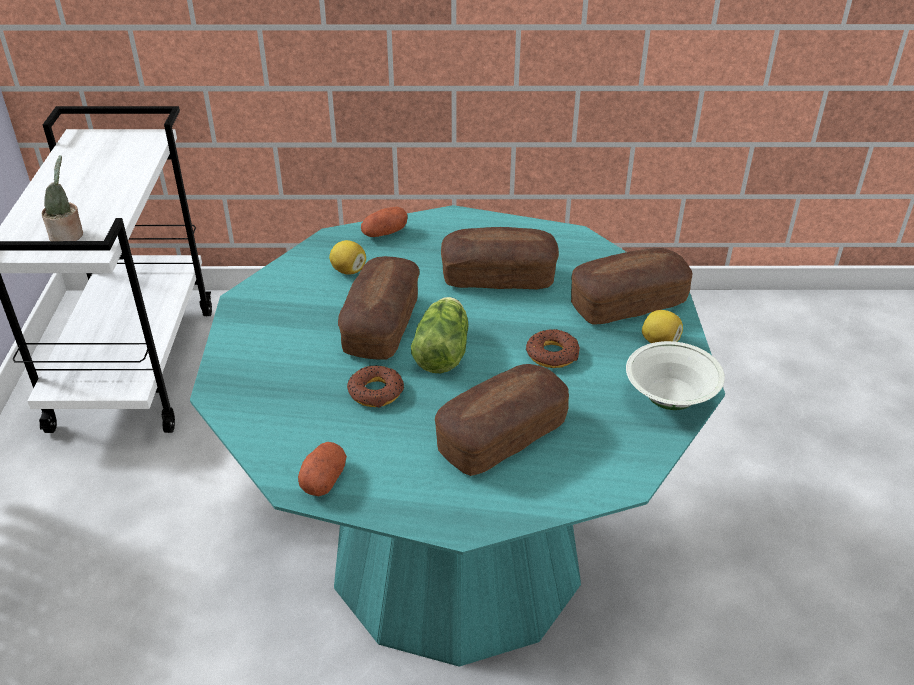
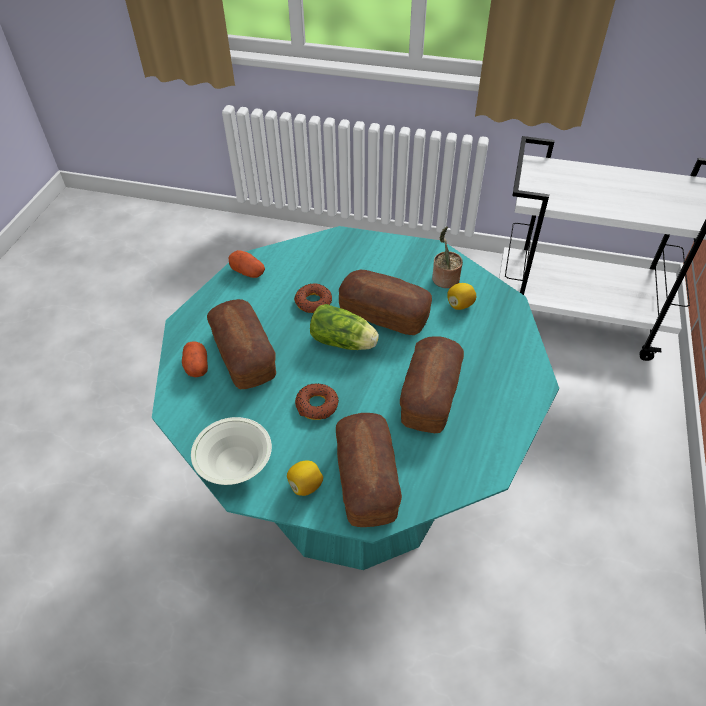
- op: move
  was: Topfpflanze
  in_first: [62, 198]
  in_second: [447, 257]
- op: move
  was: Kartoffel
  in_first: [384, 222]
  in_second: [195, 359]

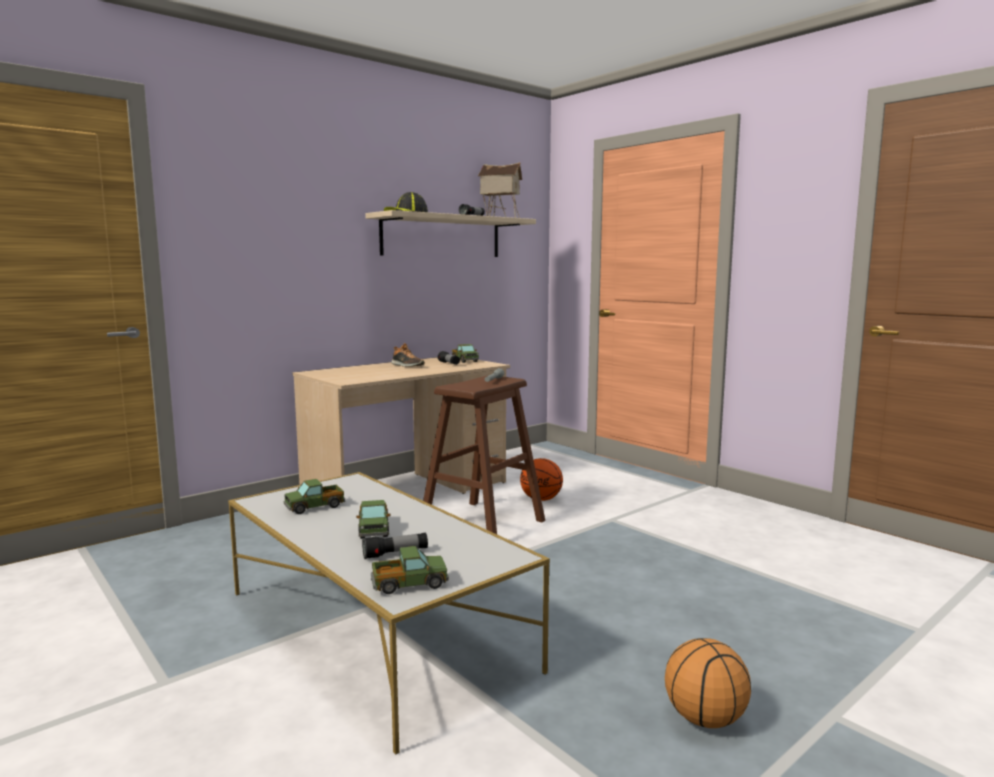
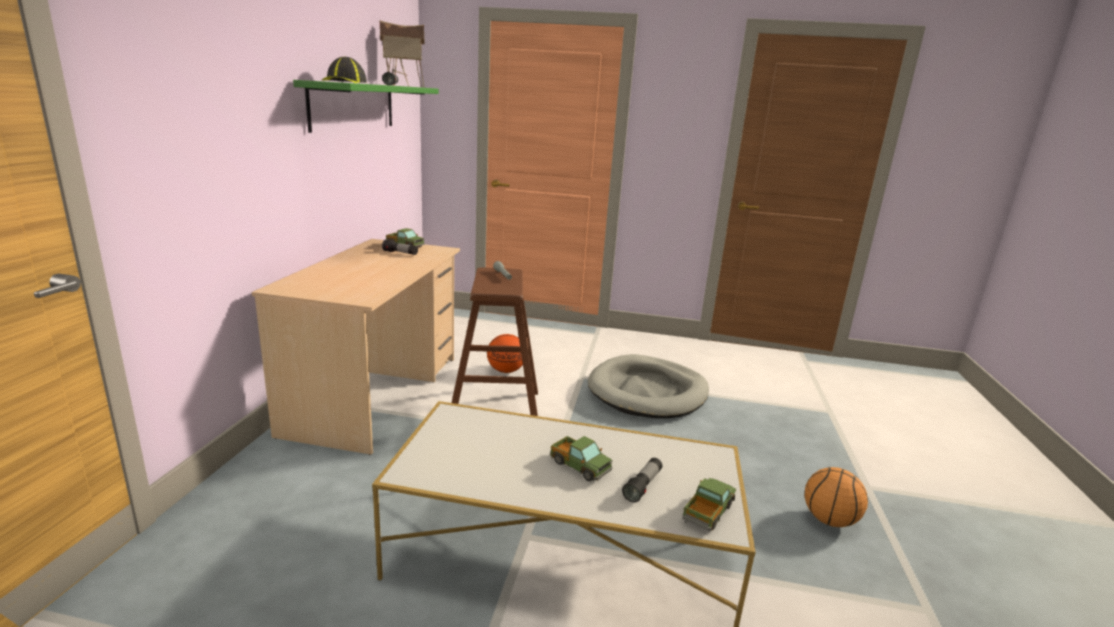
- op: delete
  was: Spielzeuglaster
  in_first: [314, 496]
- op: delete
  was: Schuh
  in_first: [408, 355]
- op: insert
  now: Hundebett (grau)
  in_second: [648, 386]
- op: recolor
  was: Wandregal (beige)
  now: Wandregal (grün)
  in_first: [450, 233]
  in_second: [366, 106]

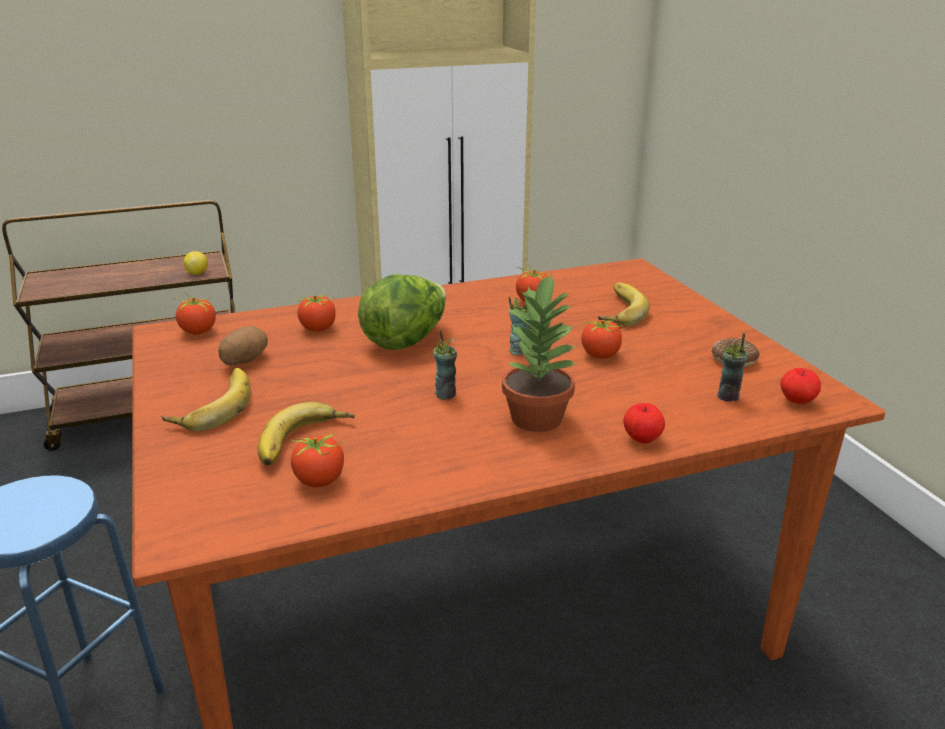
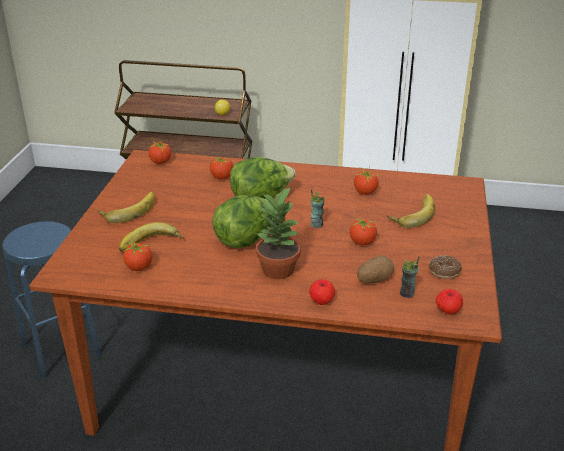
- op: move
  was: Kartoffel
  in_first: [243, 345]
  in_second: [375, 269]
- op: replace
  was: Tasse
  now: Salatkopf
  in_first: [445, 365]
  in_second: [241, 221]

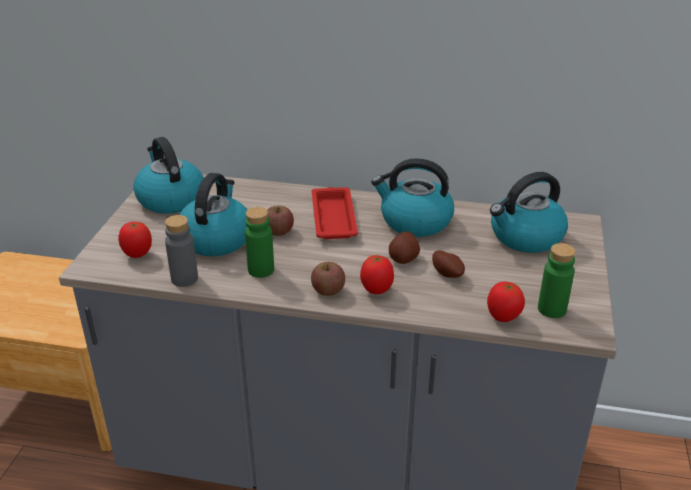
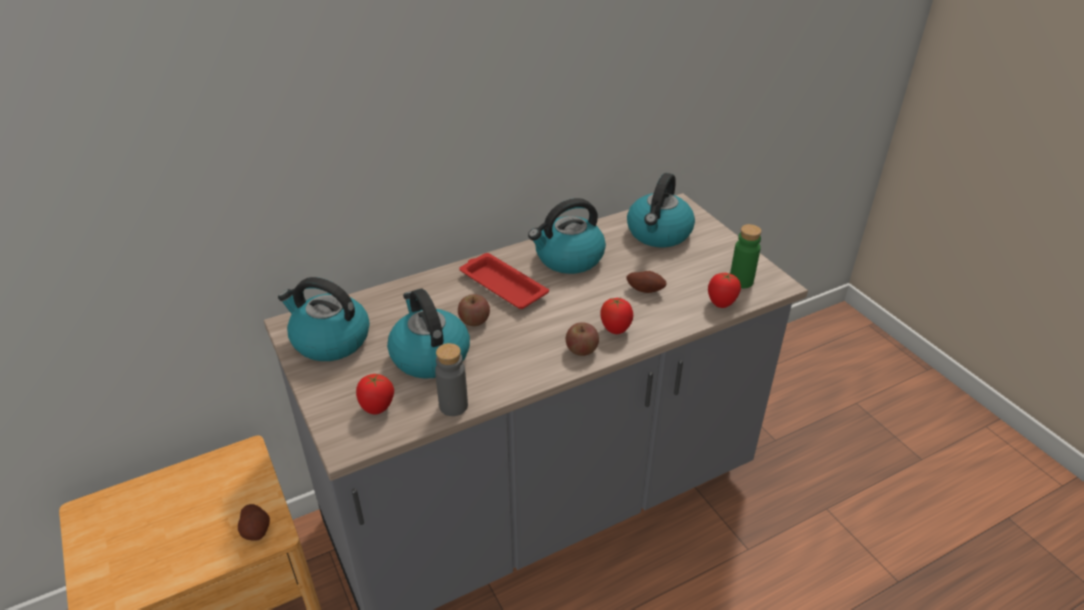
- op: delete
  was: Flasche (grün)
  in_first: [259, 242]
- op: move
  was: Kartoffel
  in_first: [404, 247]
  in_second: [254, 522]

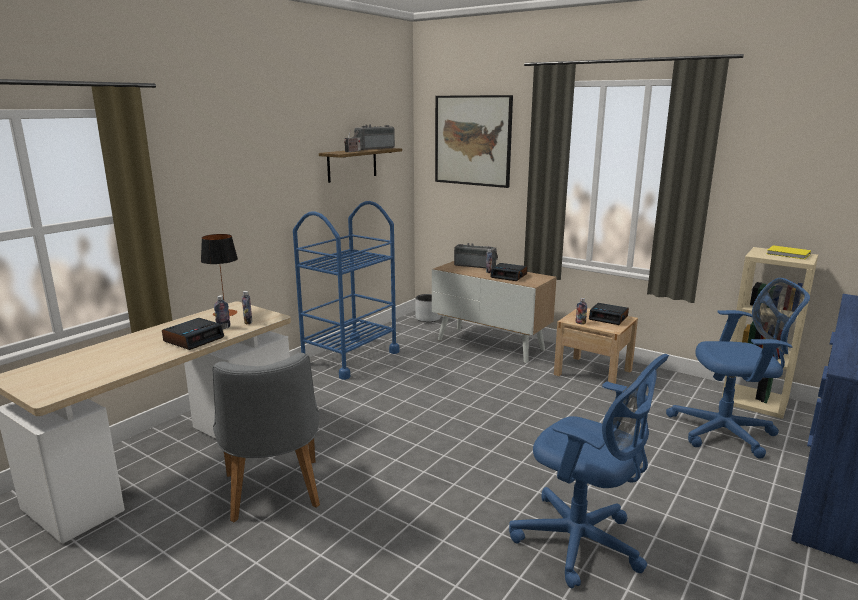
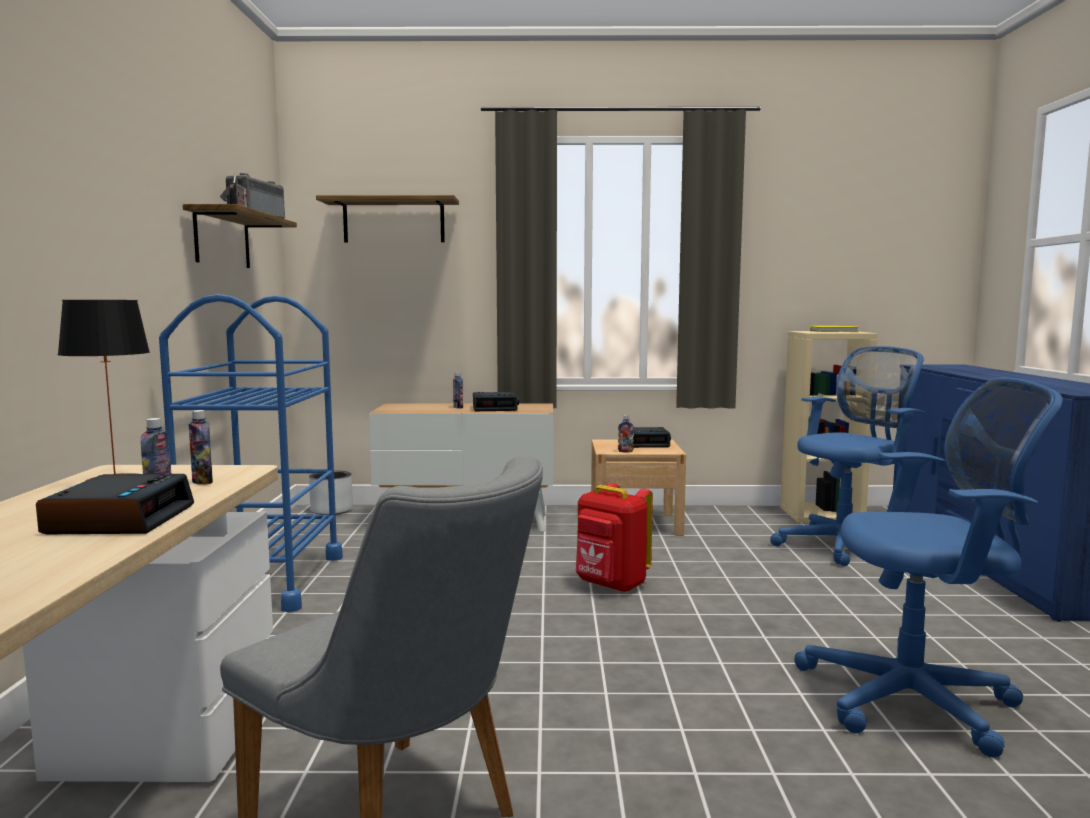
- op: delete
  was: Radio
  in_first: [476, 255]
- op: insert
  now: Rucksack (rot)
  in_second: [614, 537]
- op: replace
  was: Bild
  now: Wandregal
  in_first: [474, 141]
  in_second: [387, 218]

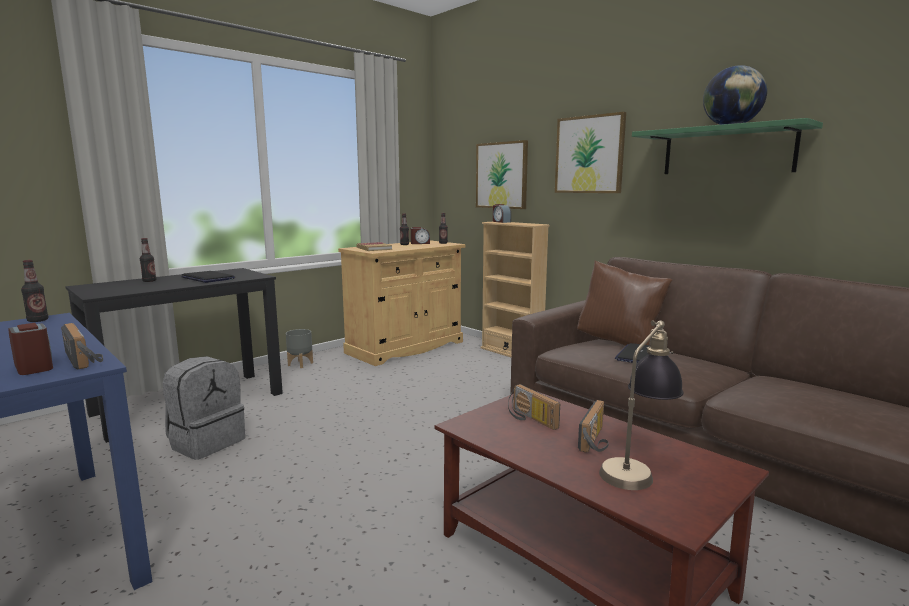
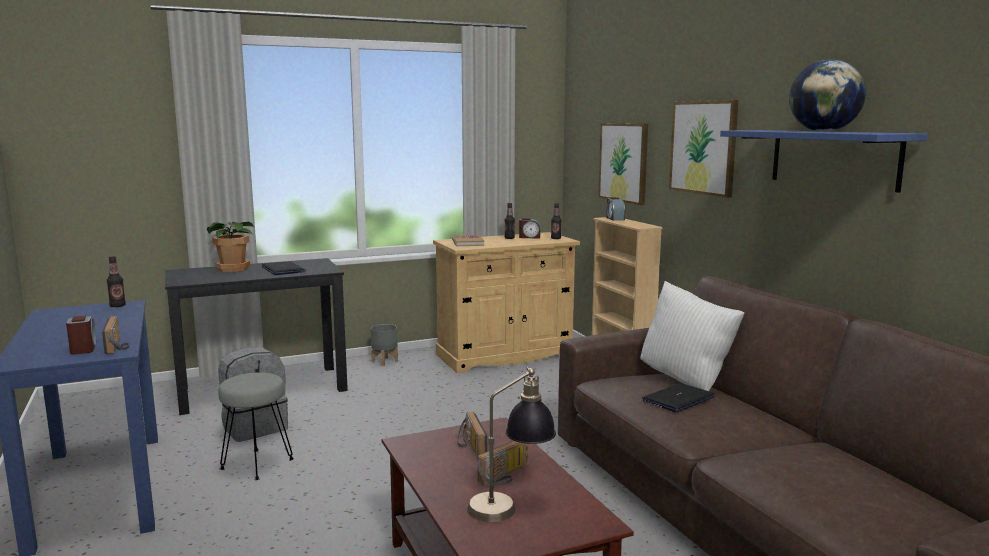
- op: insert
  now: Hocker (grau)
  in_second: [256, 426]
- op: replace
  was: Flasche
  now: Topfpflanze
  in_first: [148, 260]
  in_second: [230, 247]
- op: recolor
  was: Kissen (braun)
  now: Kissen (weiß)
  in_first: [624, 303]
  in_second: [692, 336]
- op: recolor
  was: Wandregal (grün)
  now: Wandregal (blau)
  in_first: [727, 146]
  in_second: [824, 161]

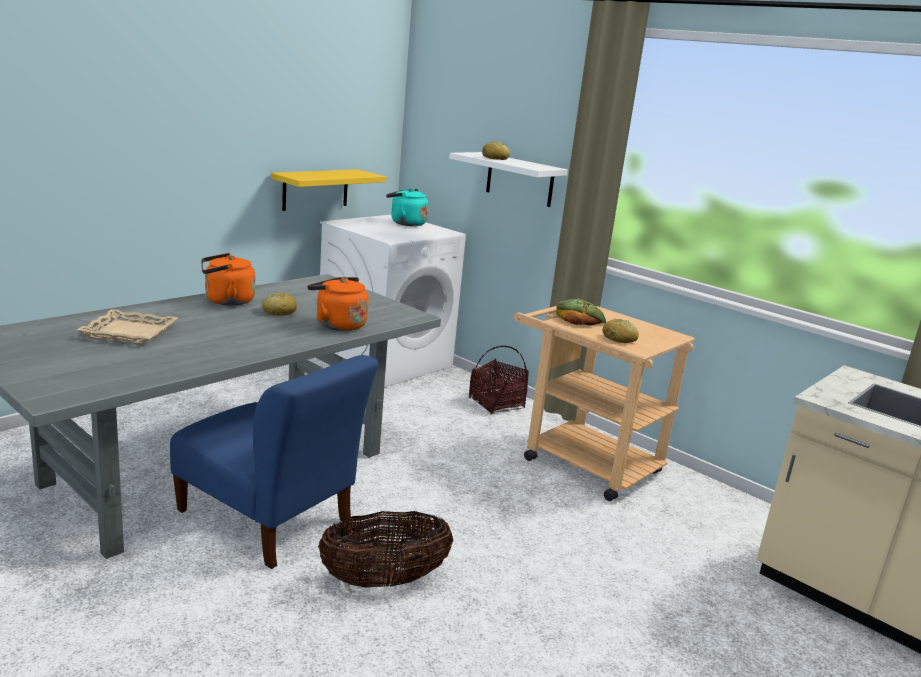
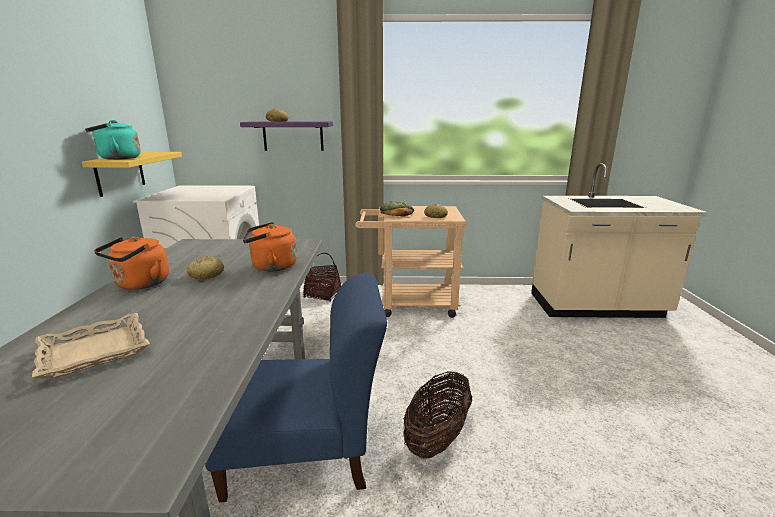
- op: move
  was: Wasserkessel (türkis)
  in_first: [407, 207]
  in_second: [113, 140]
- op: recolor
  was: Wandregal (weiß)
  now: Wandregal (lila)
  in_first: [508, 179]
  in_second: [286, 136]

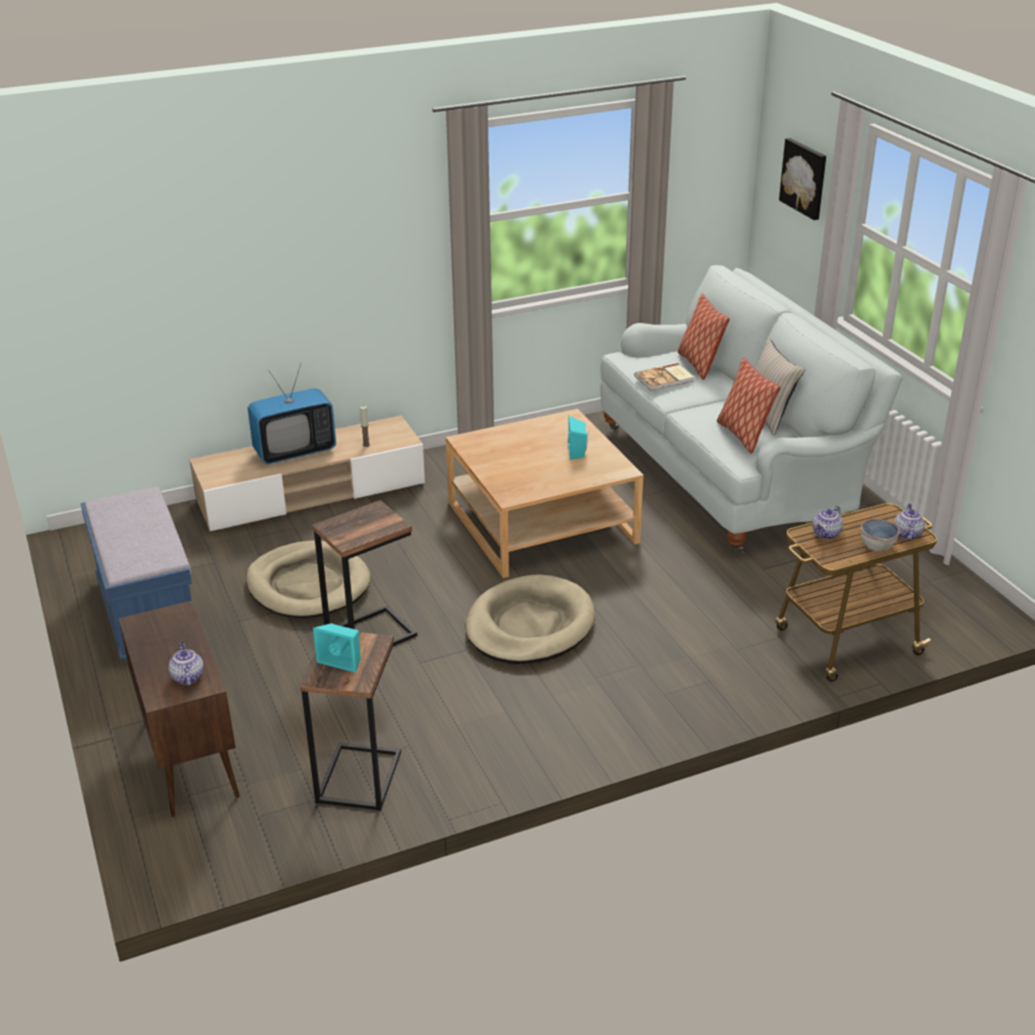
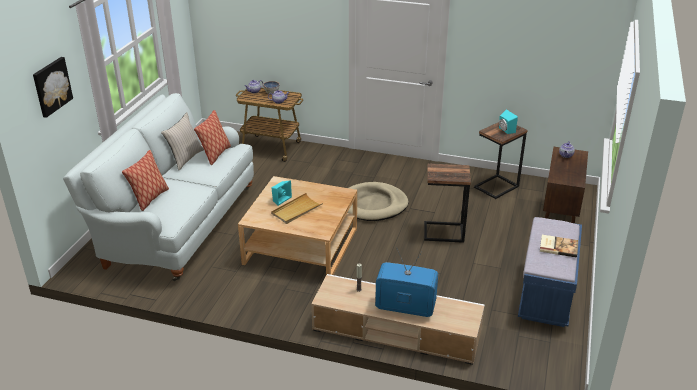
- op: delete
  was: Hundebett (beige)
  in_first: [308, 579]
- op: insert
  now: Tablett (beige)
  in_second: [297, 208]
- op: move
  was: Buch
  in_first: [664, 377]
  in_second: [559, 246]

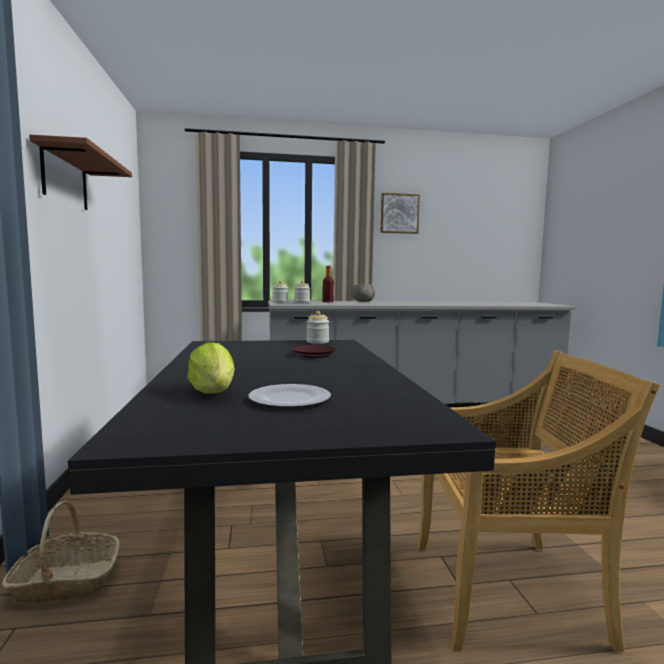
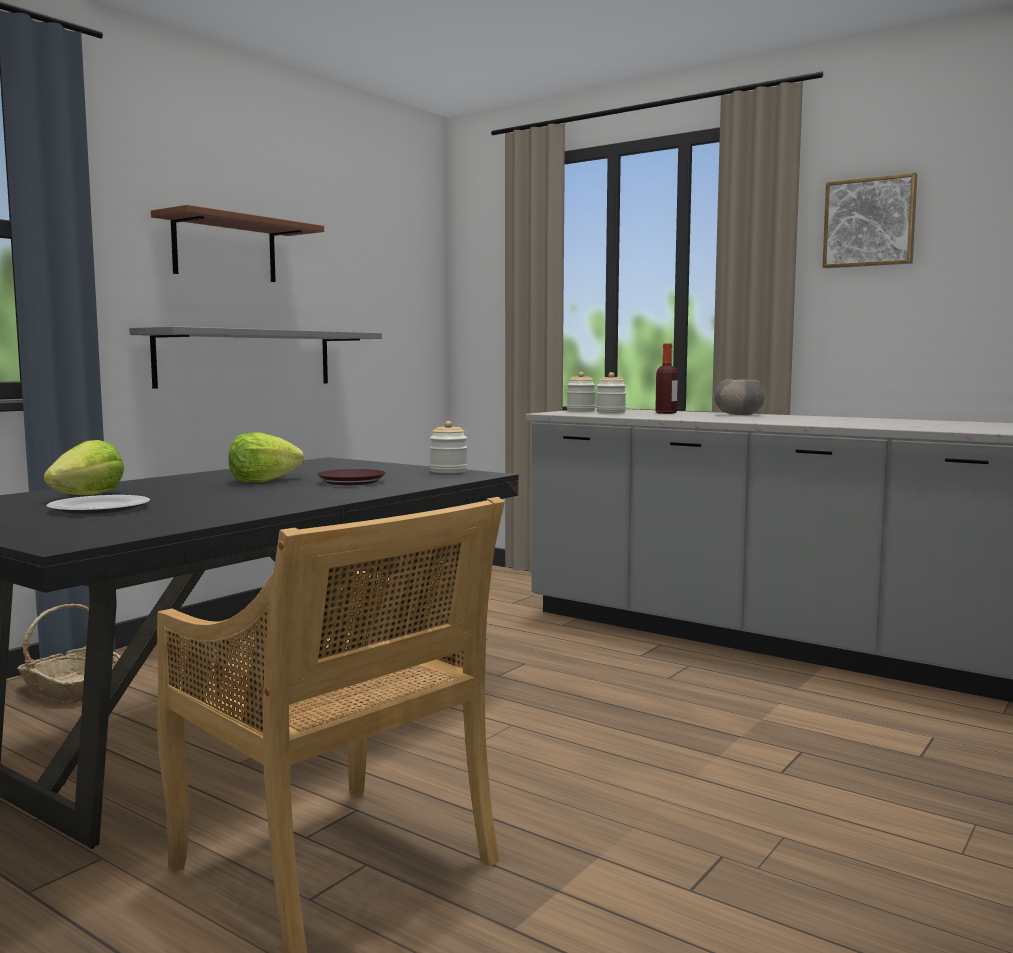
- op: insert
  now: Wandregal (grau)
  in_second: [255, 357]
- op: insert
  now: Salatkopf
  in_second: [266, 457]

